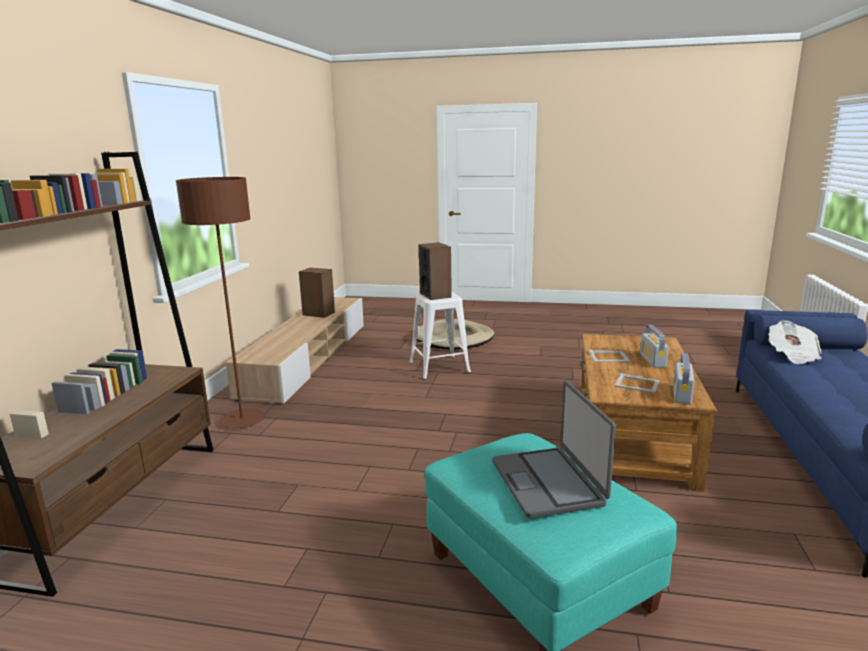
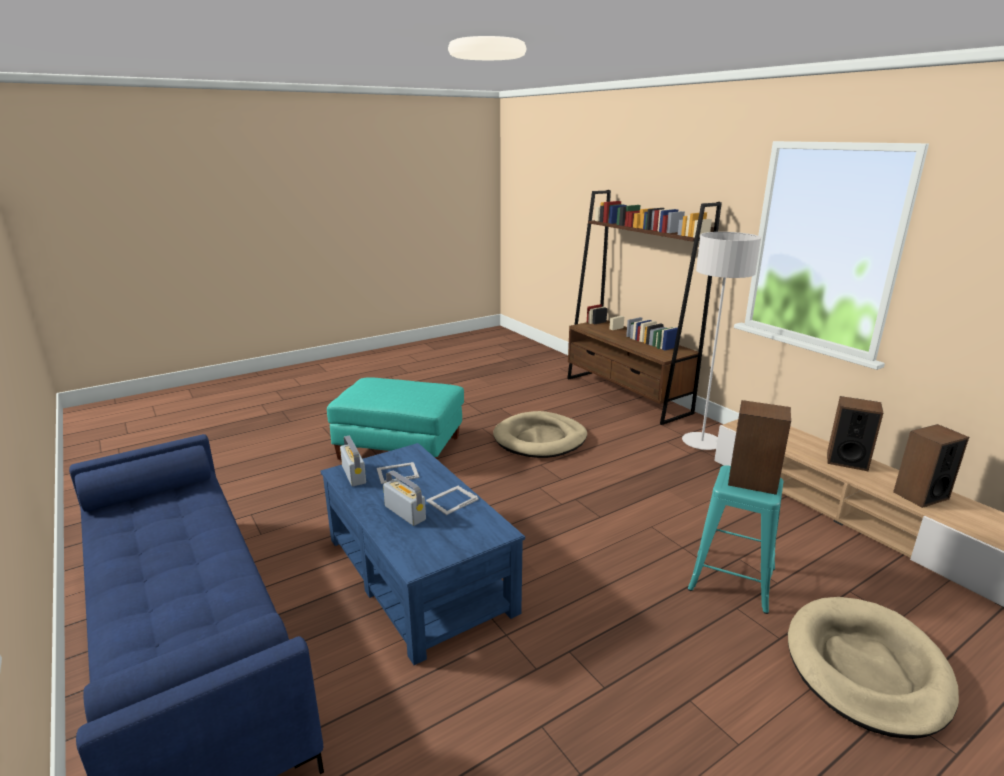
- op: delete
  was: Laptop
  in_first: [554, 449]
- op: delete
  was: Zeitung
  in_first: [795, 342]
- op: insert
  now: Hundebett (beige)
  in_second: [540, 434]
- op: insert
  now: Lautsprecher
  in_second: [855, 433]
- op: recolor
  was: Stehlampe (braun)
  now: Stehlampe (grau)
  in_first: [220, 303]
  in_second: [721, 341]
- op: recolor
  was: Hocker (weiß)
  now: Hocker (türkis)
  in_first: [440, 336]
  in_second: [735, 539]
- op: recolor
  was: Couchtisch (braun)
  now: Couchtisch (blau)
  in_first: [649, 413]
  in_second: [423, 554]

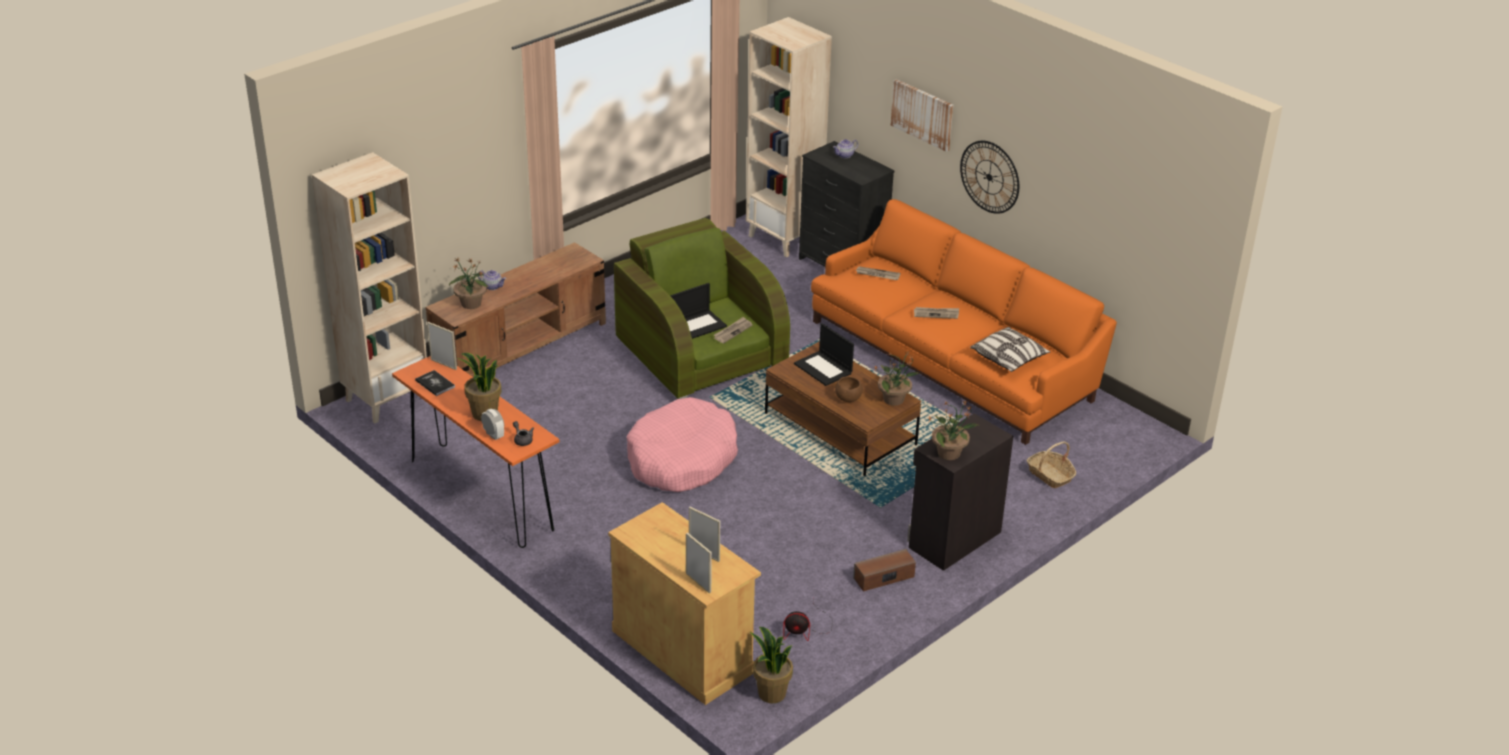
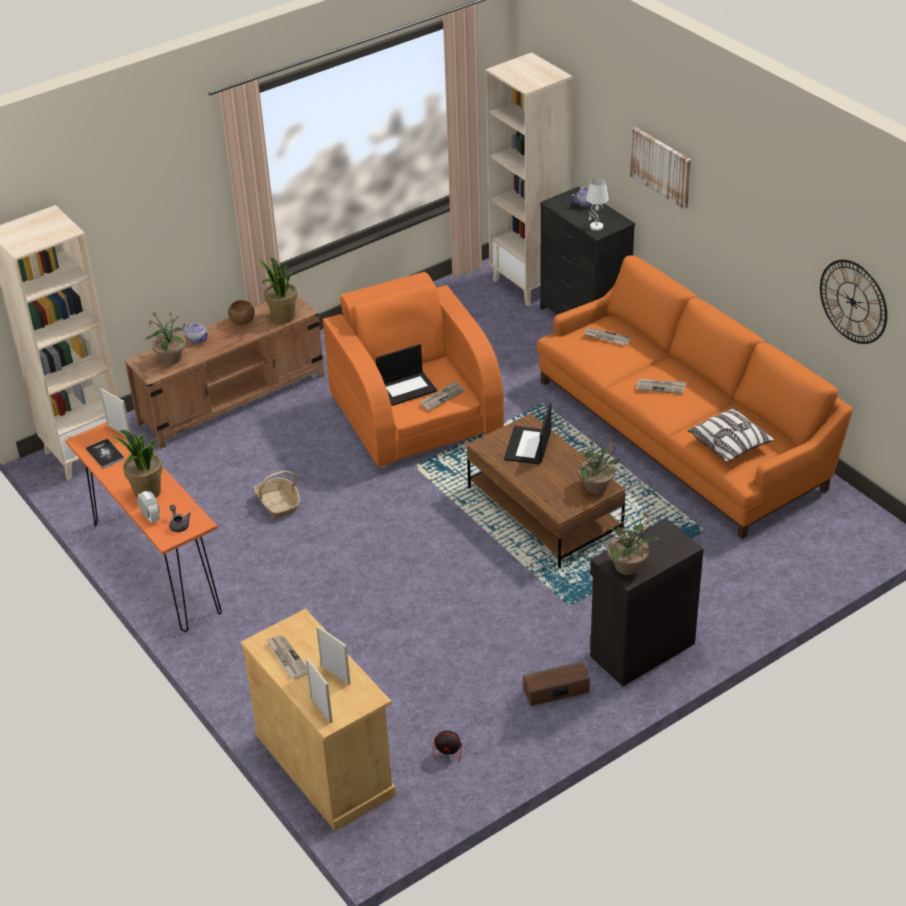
- op: delete
  was: Hundebett (rosa)
  in_first: [682, 444]
- op: insert
  now: Zeitung
  in_second: [287, 657]
- op: insert
  now: Tischlampe (weiß)
  in_second: [597, 204]
- op: move
  was: Topfpflanze
  in_first: [771, 665]
  in_second: [278, 291]
- op: move
  was: Schüssel (braun)
  in_first: [849, 389]
  in_second: [241, 312]
- op: move
  was: Wanduhr
  in_first: [989, 177]
  in_second: [853, 302]
- op: move
  was: Korb
  in_first: [1051, 464]
  in_second: [277, 494]
- op: recolor
  was: Sessel (grün)
  now: Sessel (orange)
  in_first: [702, 308]
  in_second: [413, 370]
- op: rotate
  was: Laptop
  in_first: [824, 354]
  in_second: [528, 433]
  clockwise: 45

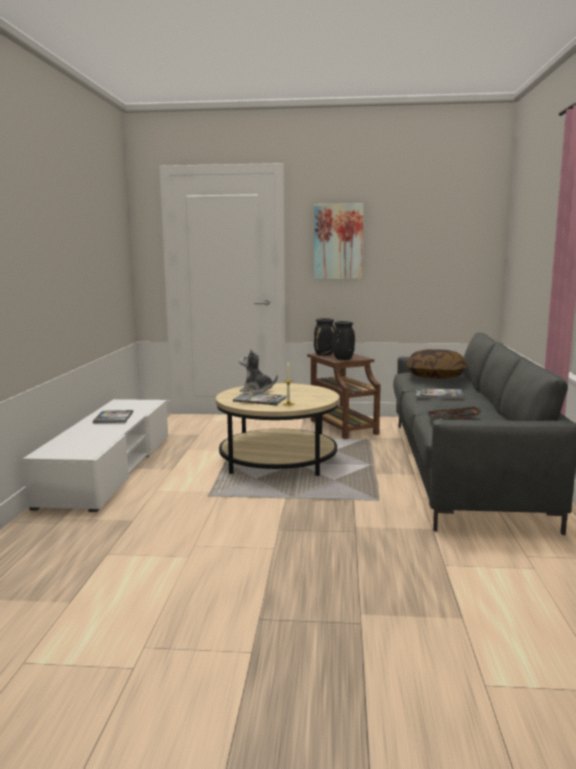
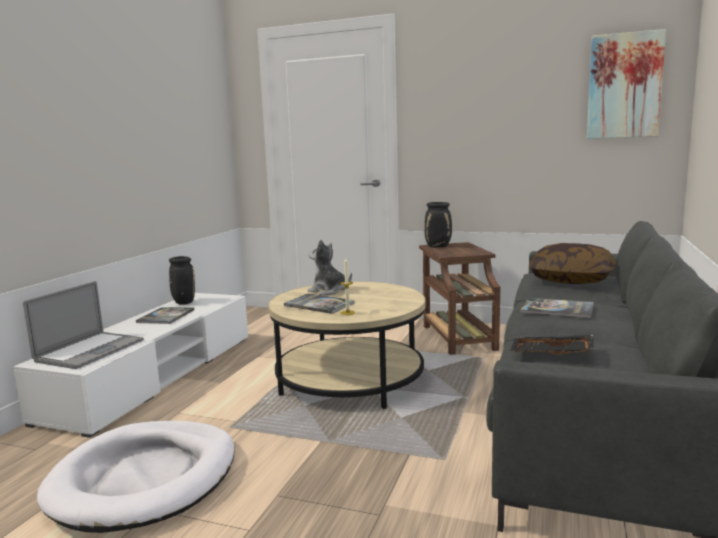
- op: insert
  now: Laptop
  in_second: [83, 325]
- op: insert
  now: Hundebett (weiß)
  in_second: [136, 477]
- op: move
  was: Bild
  in_first: [338, 241]
  in_second: [626, 84]
- op: move
  was: Vase (schwarz)
  in_first: [343, 340]
  in_second: [182, 280]

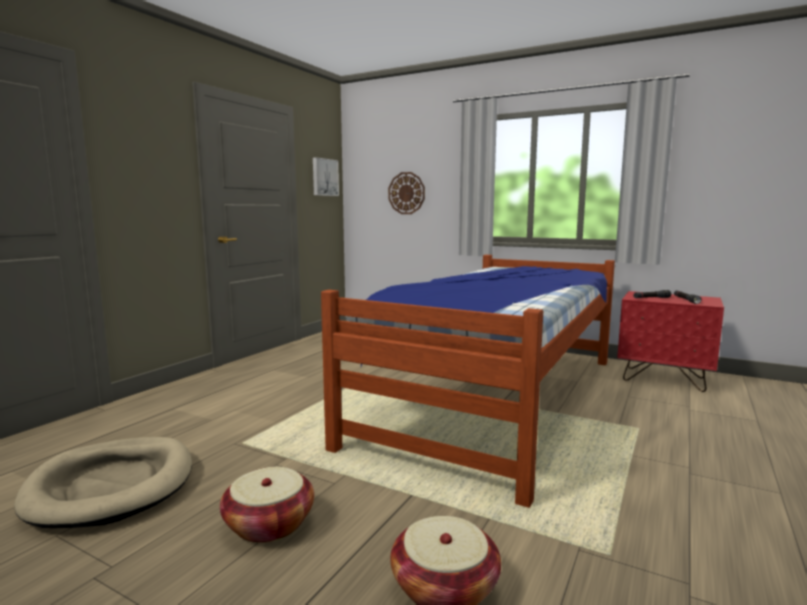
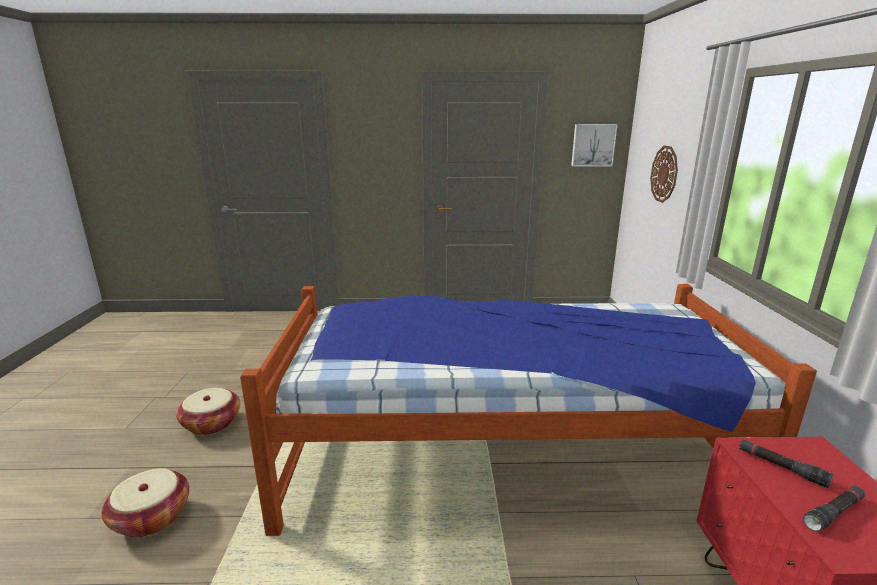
- op: delete
  was: Hundebett (beige)
  in_first: [103, 482]

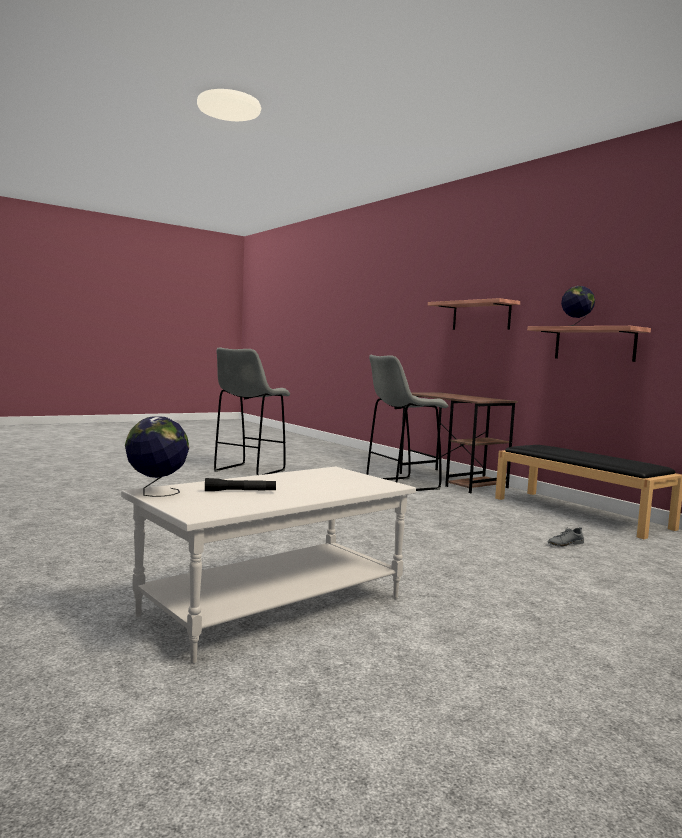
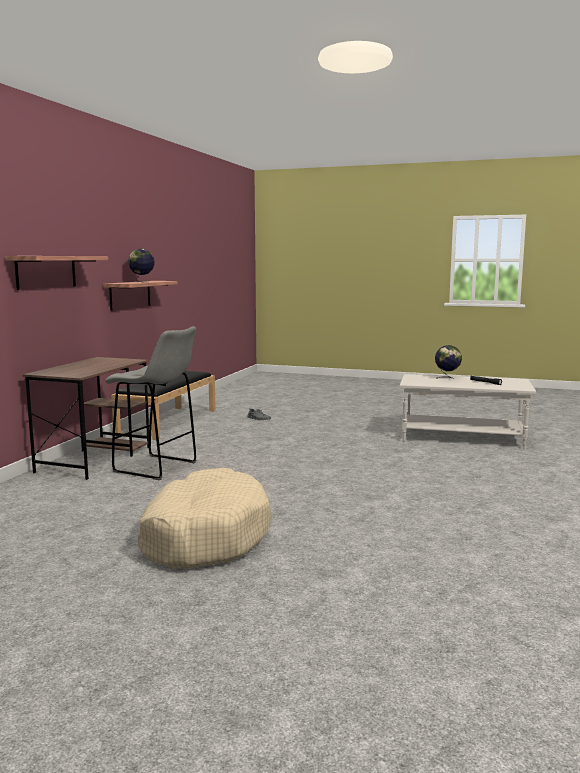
- op: move
  was: Globus
  in_first: [157, 456]
  in_second: [448, 361]
- op: replace
  was: Hocker (grau)
  now: Hundebett (beige)
  in_first: [252, 411]
  in_second: [204, 518]

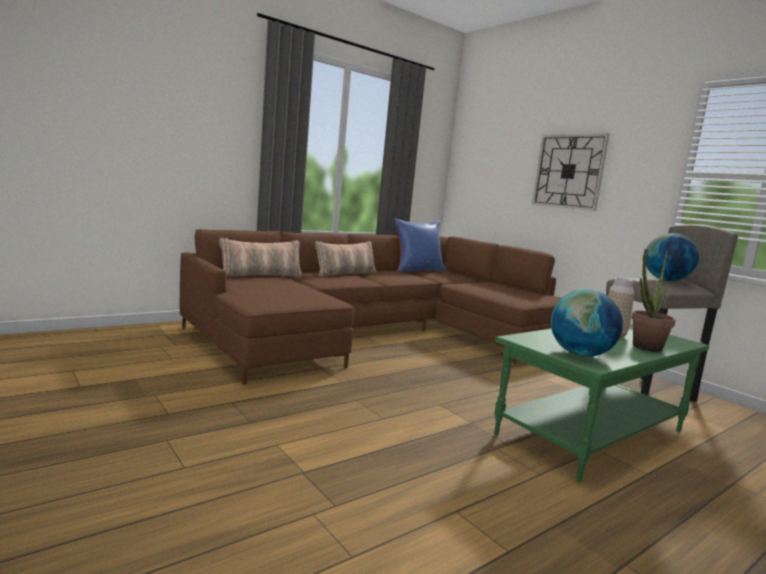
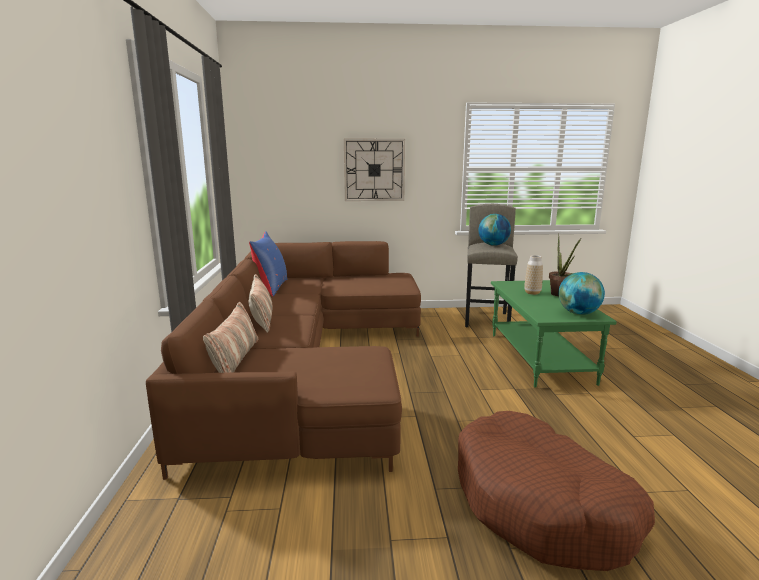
- op: insert
  now: Hundebett (braun)
  in_second: [556, 491]

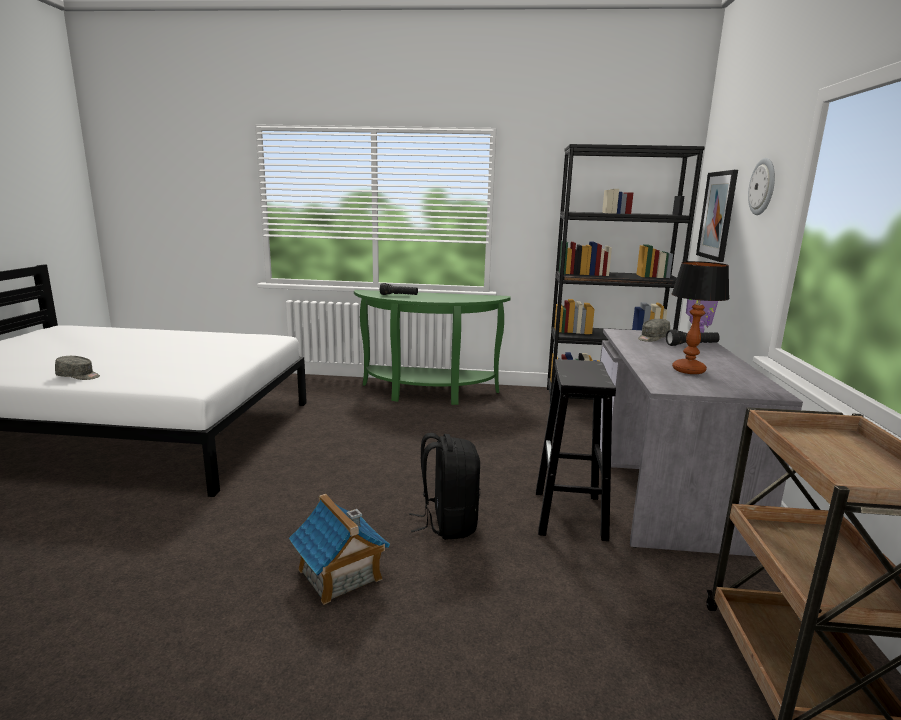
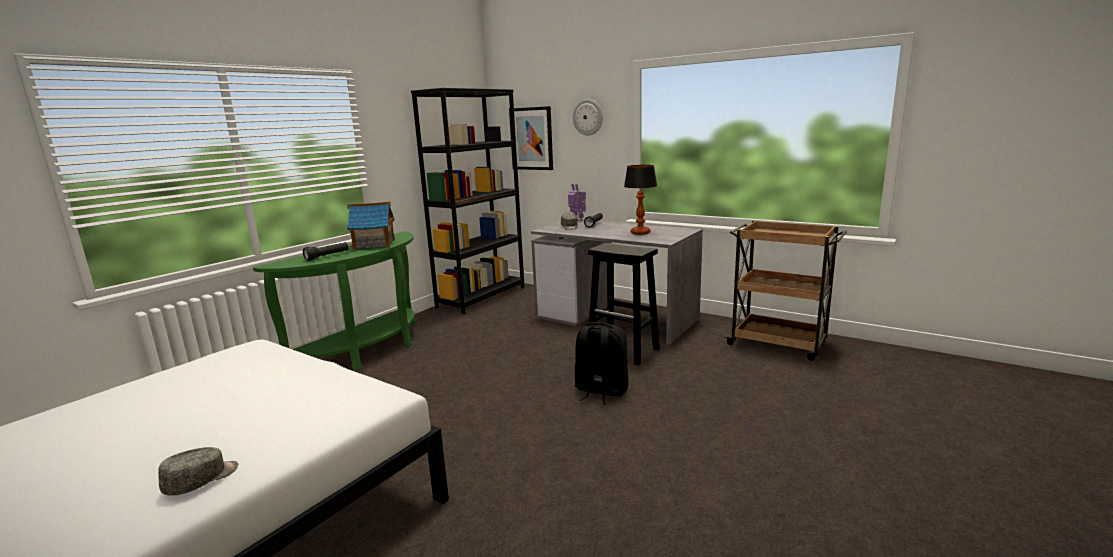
- op: move
  was: Spielzeughaus
  in_first: [339, 549]
  in_second: [371, 226]

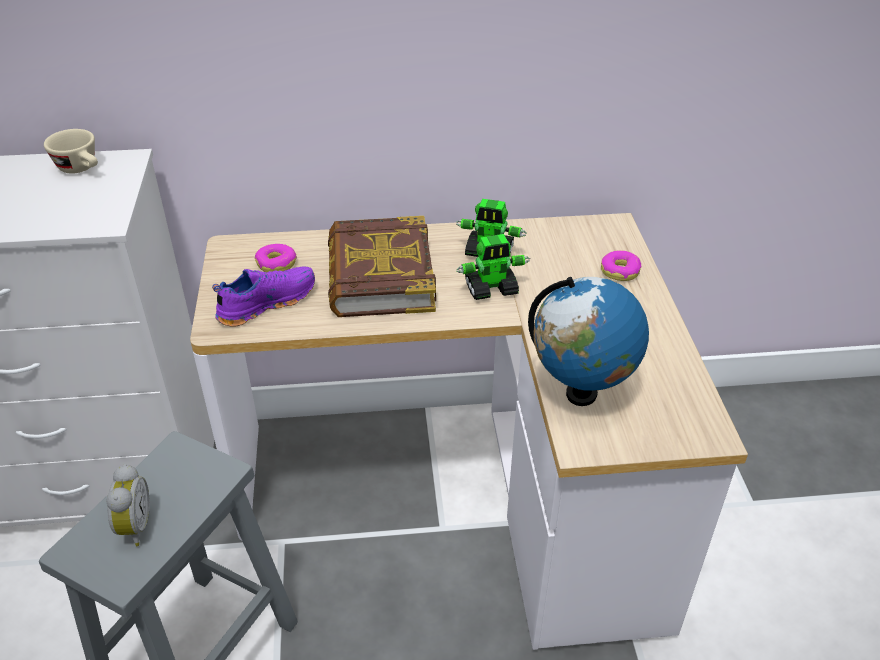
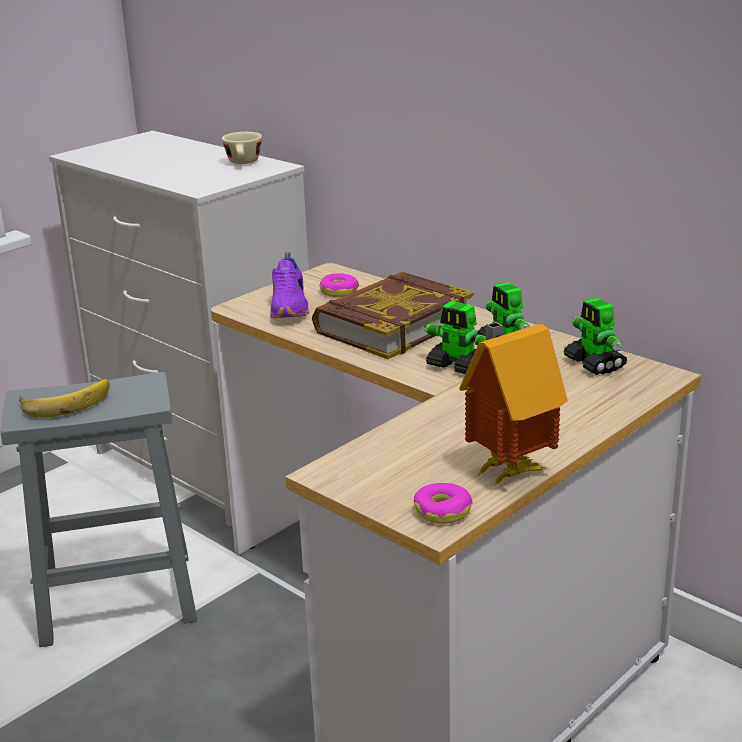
- op: delete
  was: Globus
  in_first: [588, 341]
- op: insert
  now: Spielzeughaus
  in_second: [513, 404]
- op: insert
  now: Spielzeugroboter
  in_second: [595, 336]
- op: move
  was: Donut
  in_first: [621, 265]
  in_second: [443, 503]
- op: replace
  was: Wecker
  now: Banane
  in_first: [128, 505]
  in_second: [64, 398]
- op: rotate
  was: Schuh (lila)
  in_first: [263, 296]
  in_second: [289, 285]
  clockwise: 75

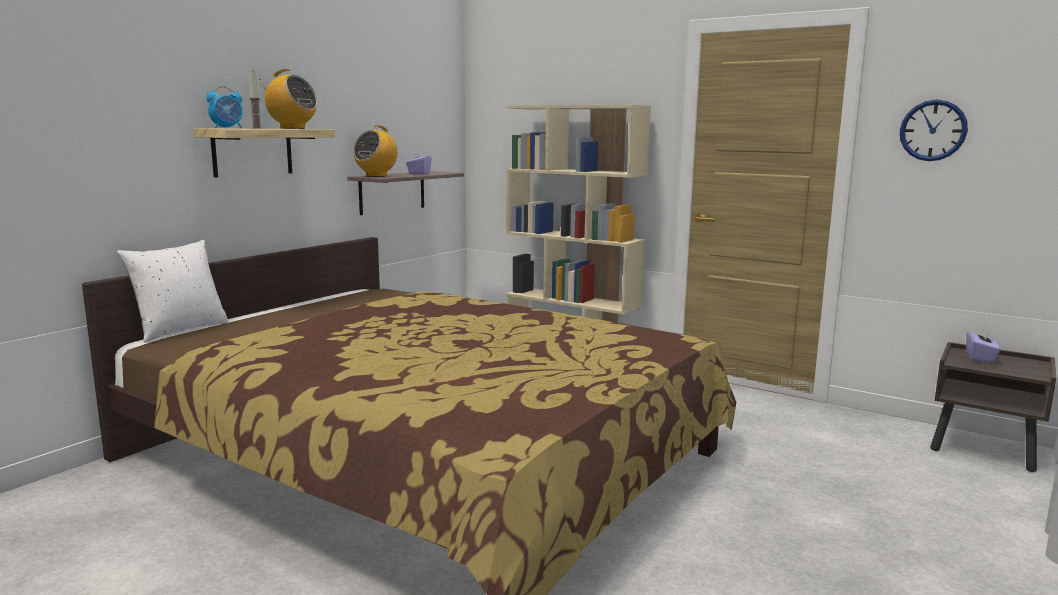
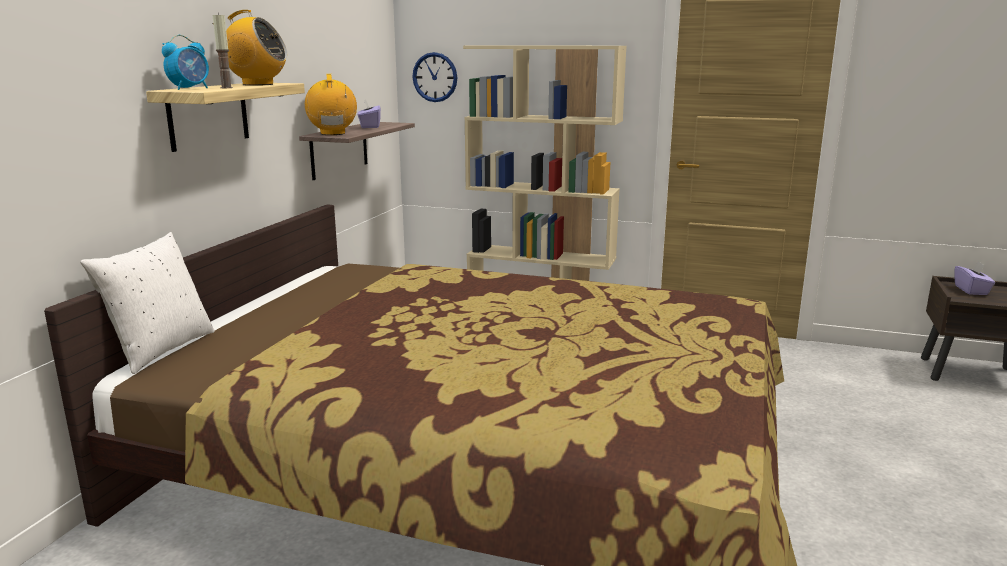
- op: move
  was: Wanduhr
  in_first: [934, 130]
  in_second: [434, 77]
- op: rotate
  was: Radio
  in_first: [375, 151]
  in_second: [331, 104]
  clockwise: 150

